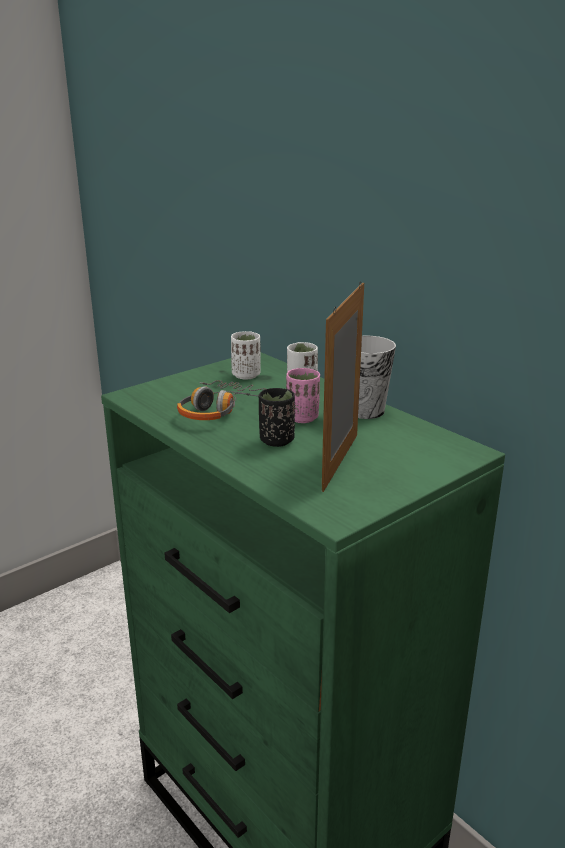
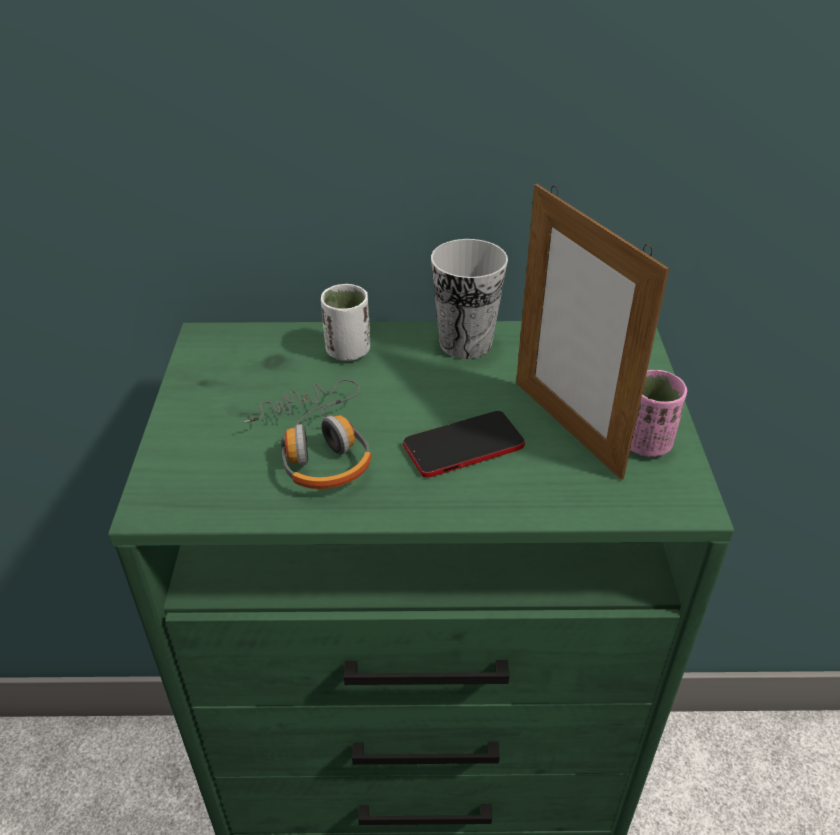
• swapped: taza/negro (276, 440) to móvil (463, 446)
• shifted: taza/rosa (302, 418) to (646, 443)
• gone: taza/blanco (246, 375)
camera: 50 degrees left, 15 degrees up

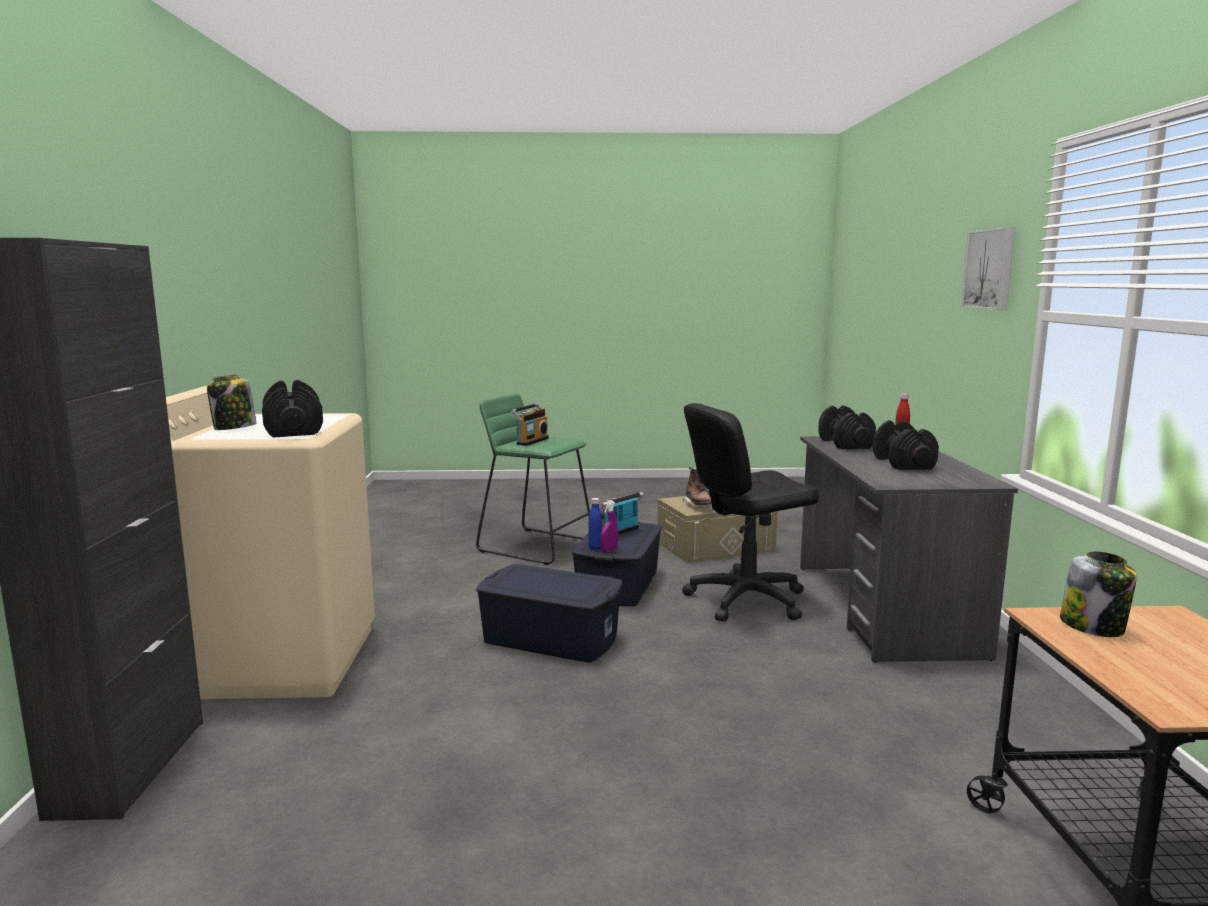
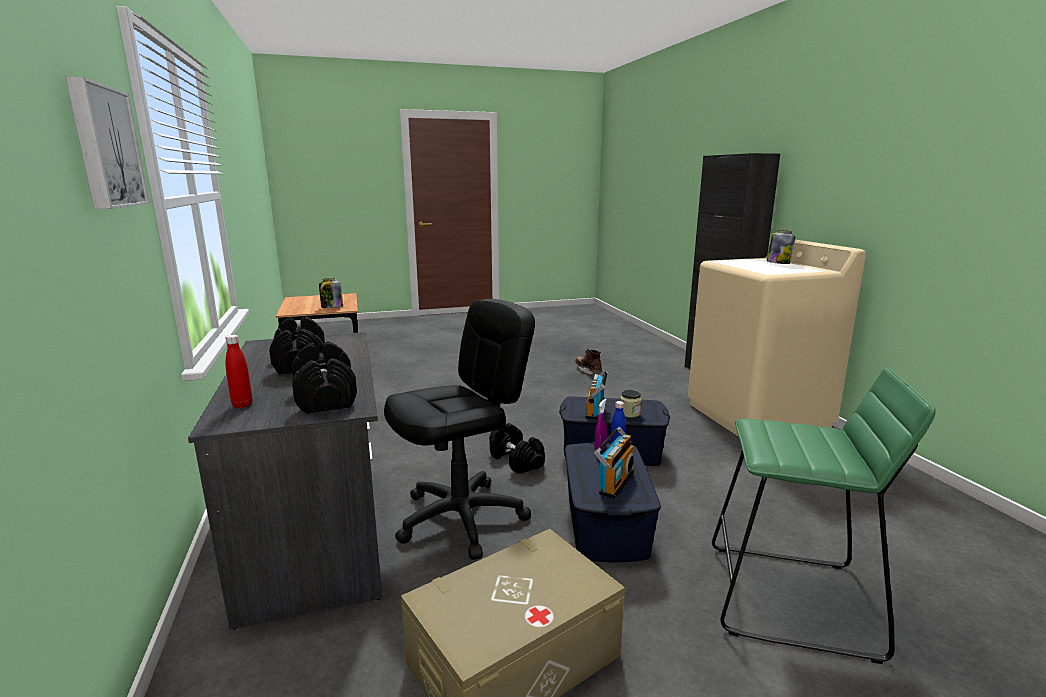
• shifted: mancuerna/negro (294, 430) to (515, 461)
• shifted: bota/marrón (699, 506) to (588, 370)
• shifted: radio (531, 441) to (596, 411)
• new: tarro (630, 413)
camera: 165 degrees right, 5 degrees up

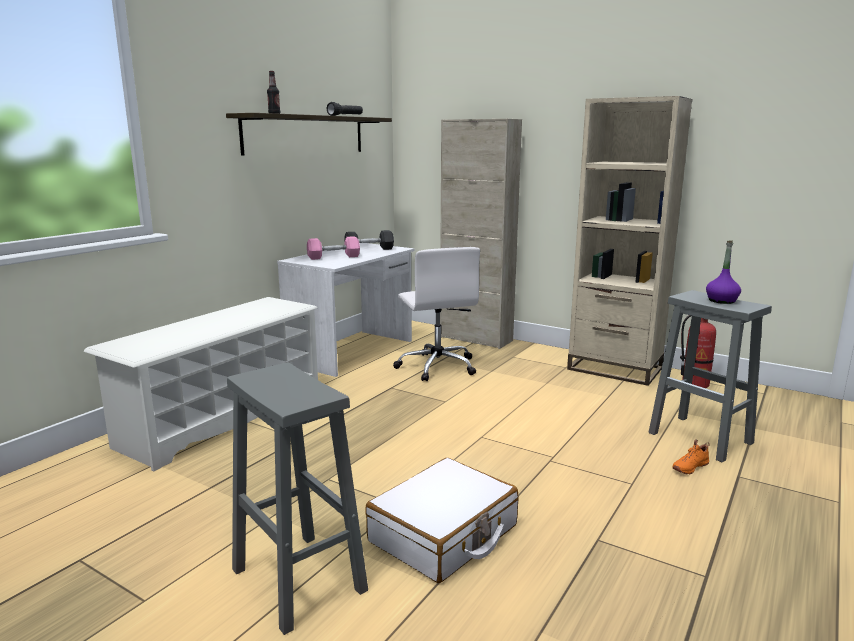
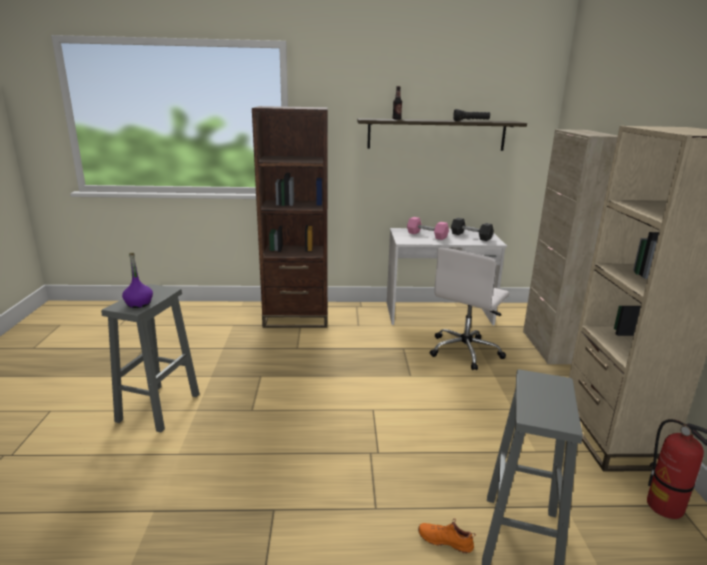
• shifted: botella/morado (721, 301) to (139, 304)
• swapped: zapatero/blanco (223, 417) to estantería/marrón (296, 318)
• gone: maleta/blanco (444, 534)
camera: 55 degrees right, 5 degrees up

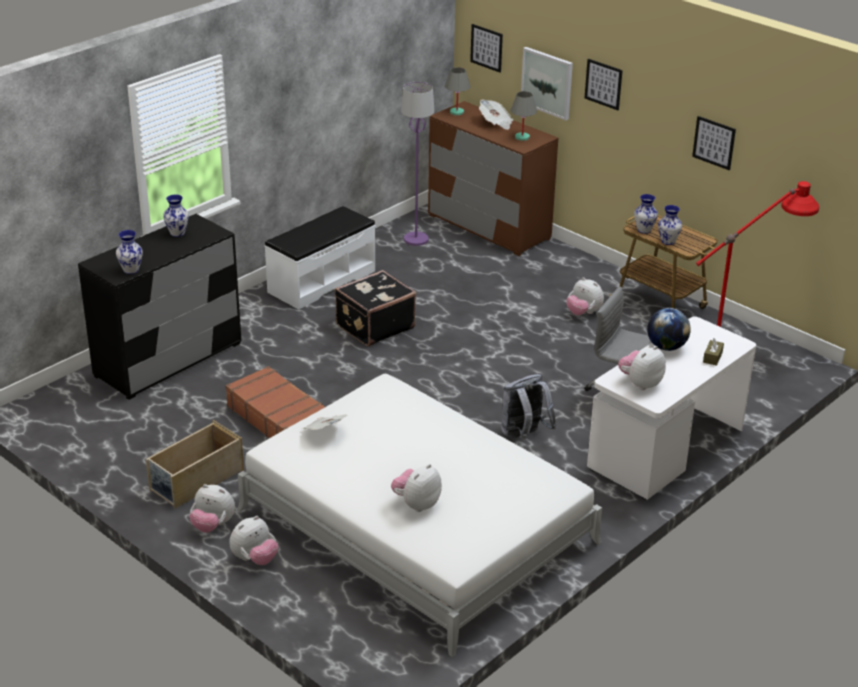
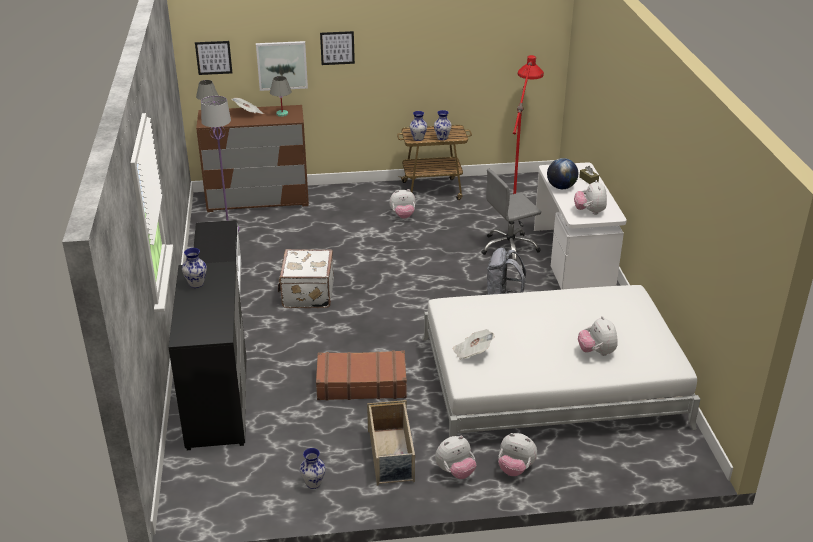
• repainted: maleta/negro (374, 326) to maleta/blanco (307, 294)
• shifted: florero (130, 270) to (313, 483)
• rotated: peluche (254, 559) = (515, 469) 120 degrees clockwise
• gone: cuadro (714, 142)
camera: 50 degrees left, 0 degrees up

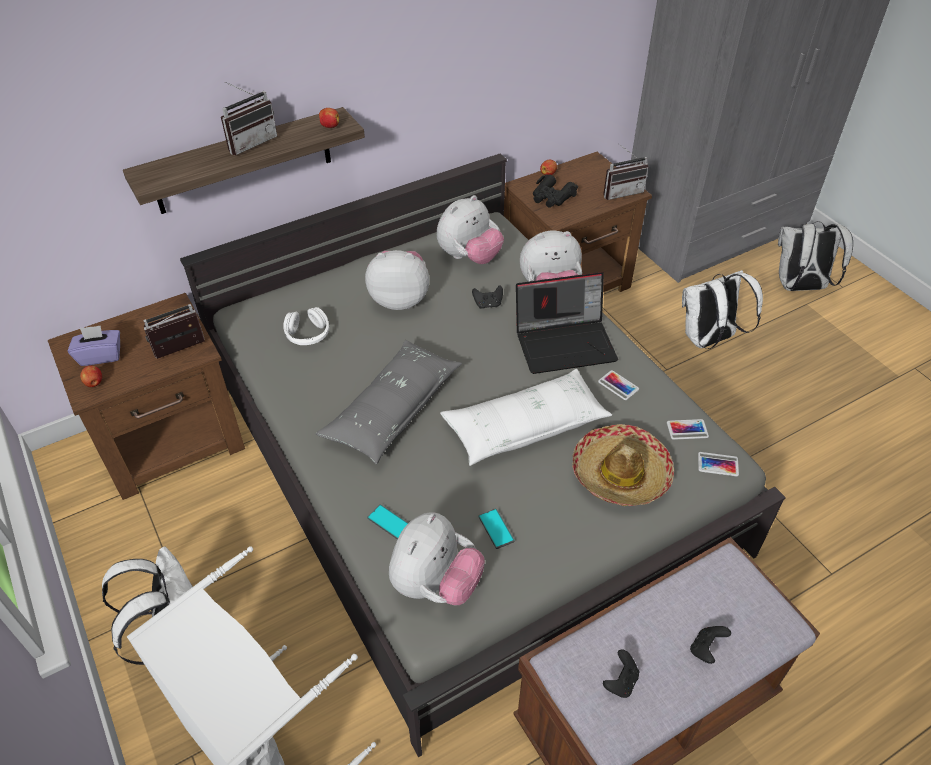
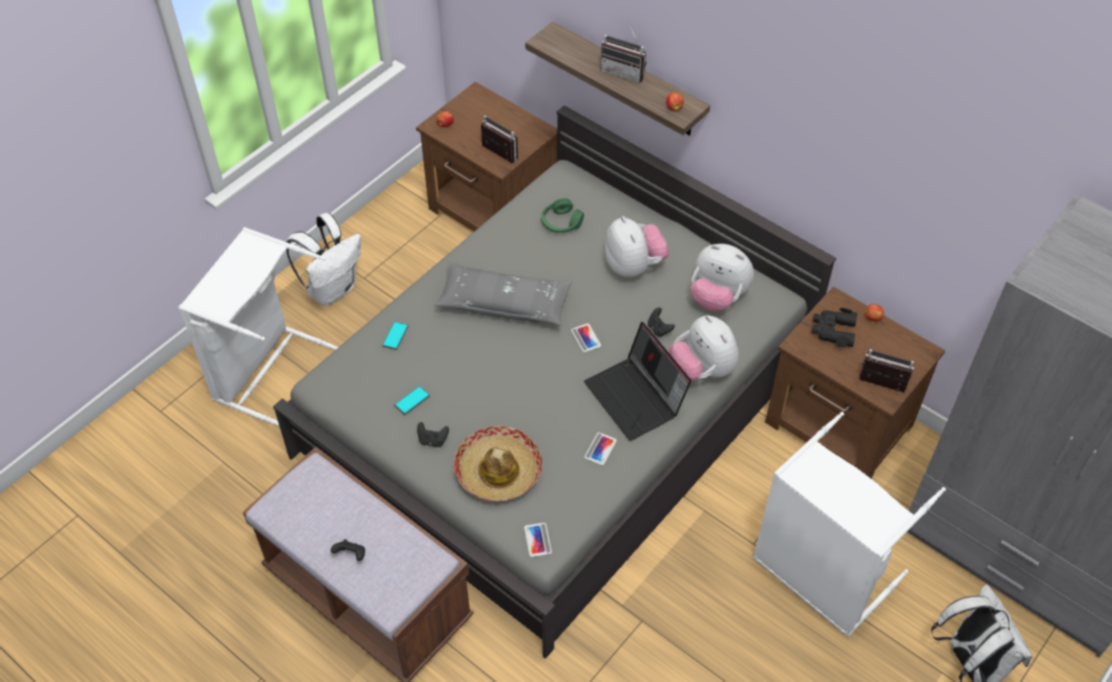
• shifted: mando de consola/negro (620, 682) to (433, 440)
• repainted: auriculares/blanco (308, 334) to auriculares/verde (561, 223)
• shifted: móvil (687, 429) to (586, 338)
• swapped: mochila/blanco (708, 340) to cesto de la ropa/blanco (819, 576)
• rotated: radio (621, 191) = (880, 387) 150 degrees clockwise
• gone: caja de pañuelos/morado (101, 355)
• gone: peluche (435, 584)
• gone: cojín/blanco (525, 426)
camera: 70 degrees right, 5 degrees up

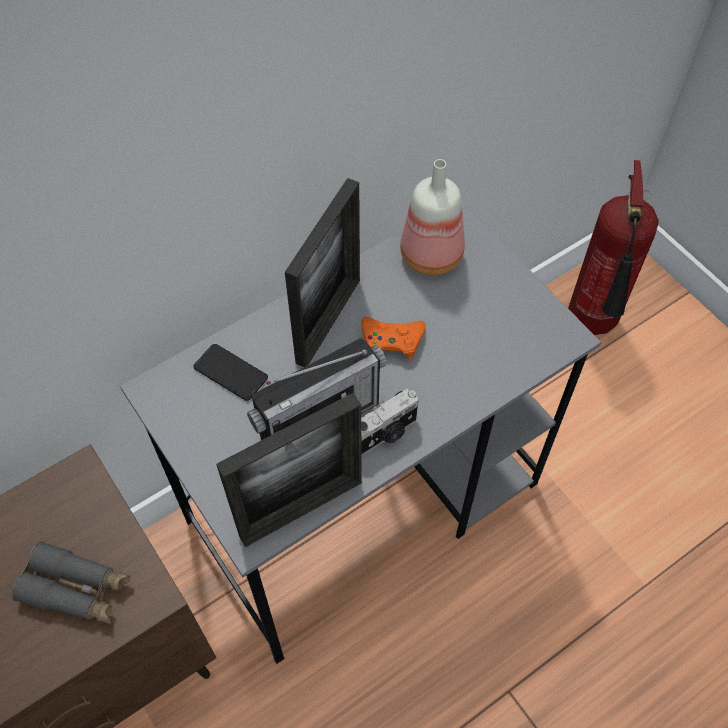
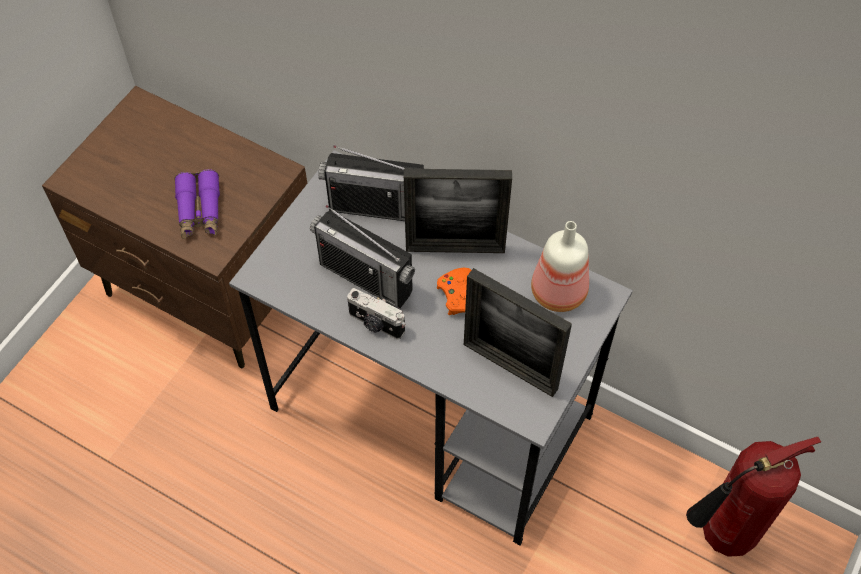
• repainted: prismáticos/gris (76, 589) to prismáticos/morado (199, 211)
• swapped: móvil (230, 373) to radio (377, 208)
• shifted: portarretratos (301, 509) to (510, 366)
camera: 65 degrees right, 0 degrees up

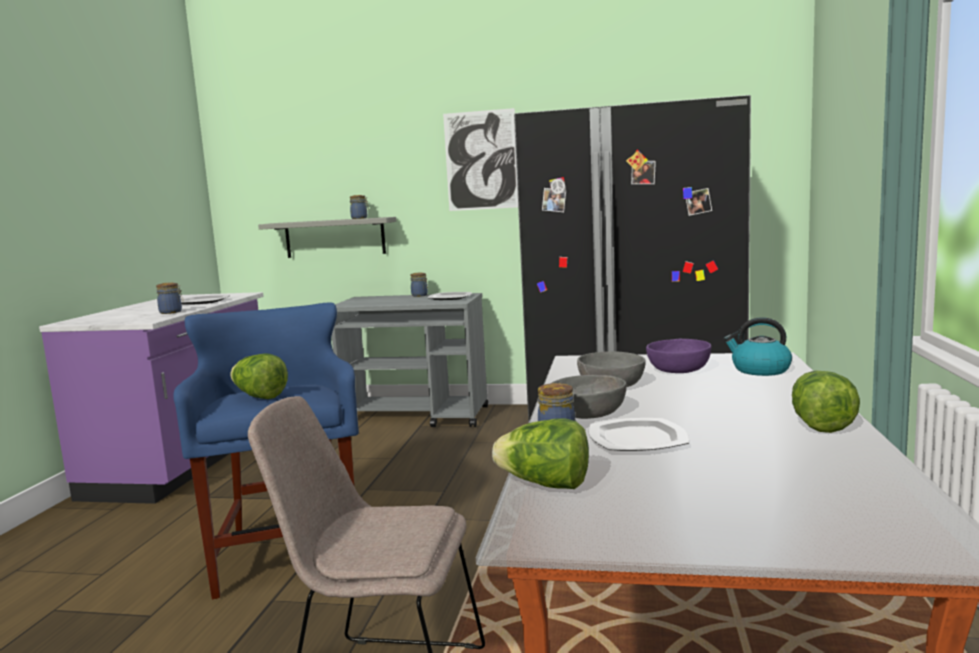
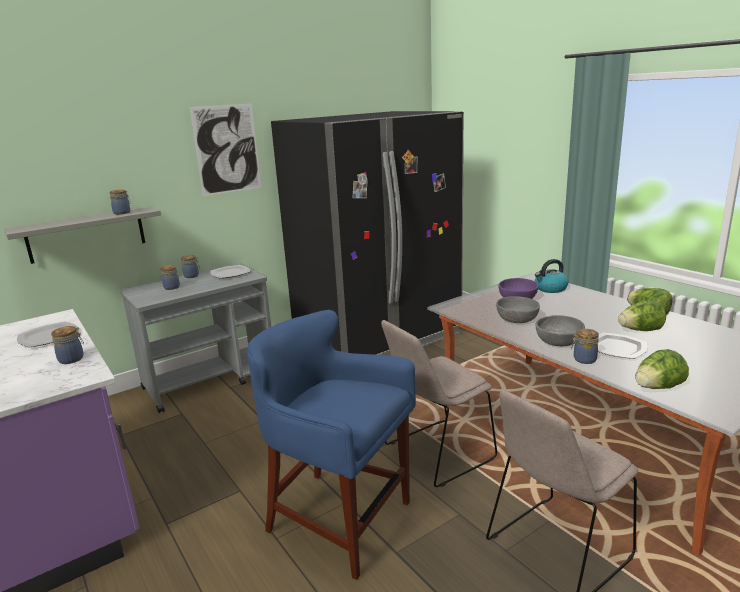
• new: tarro (172, 287)
• new: silla/beis (436, 453)
• shifted: lechuga (259, 396) to (640, 330)
camera: 45 degrees left, 10 degrees up

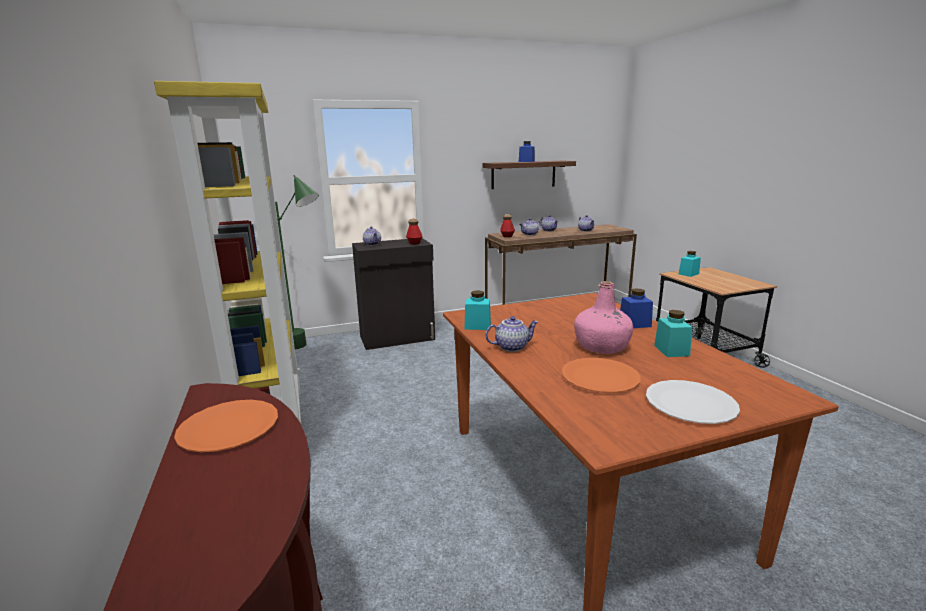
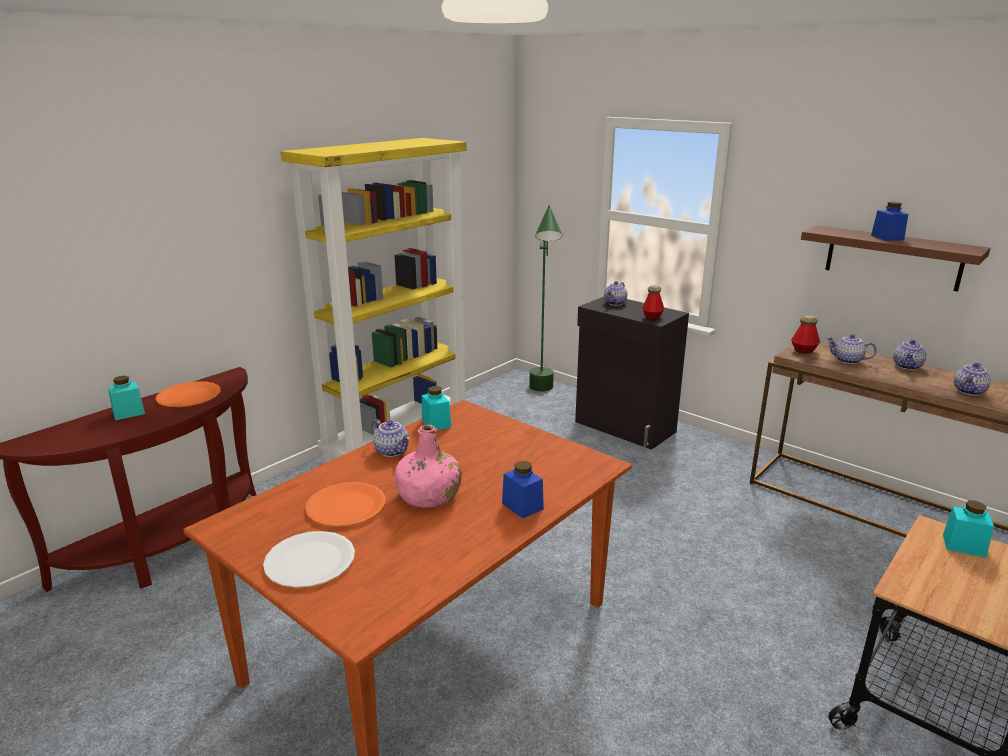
• shifted: tarro/turquesa (671, 350) to (128, 413)
camera: 60 degrees right, 5 degrees up

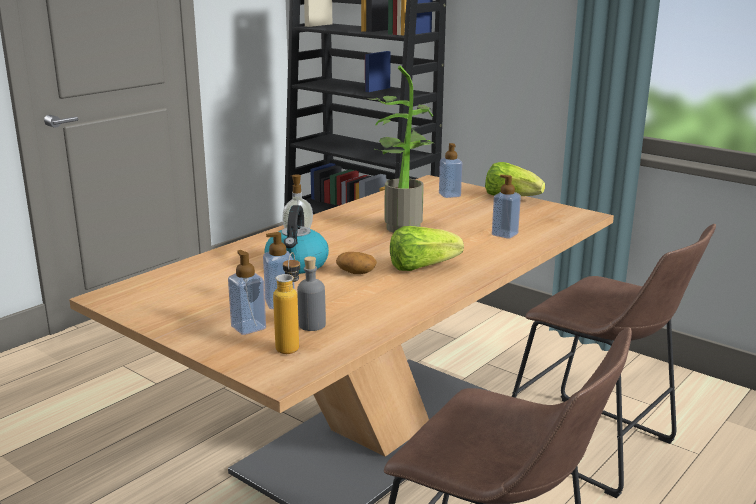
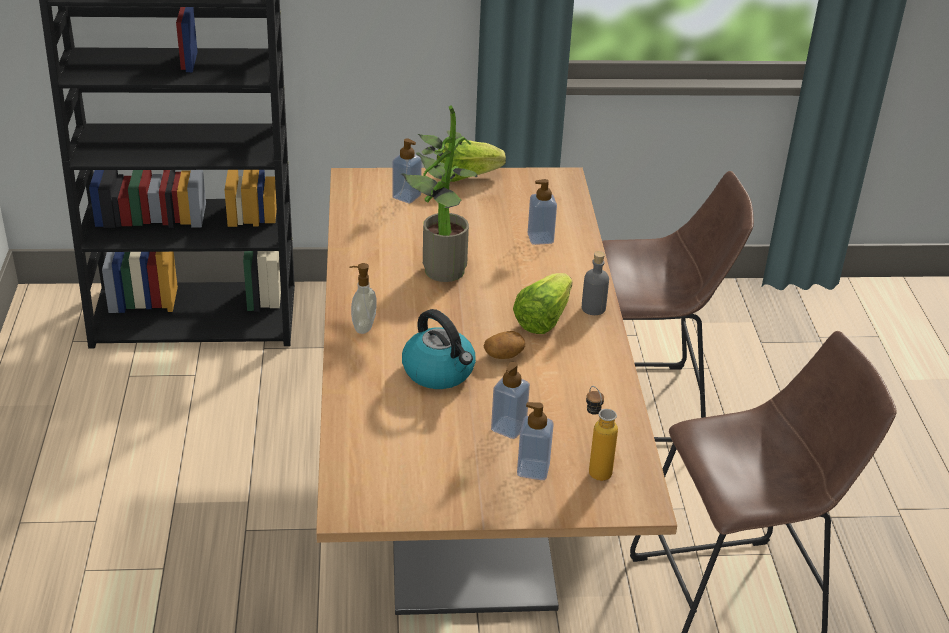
• shifted: botella/gris (312, 325) to (593, 308)
camera: 45 degrees left, 15 degrees up

